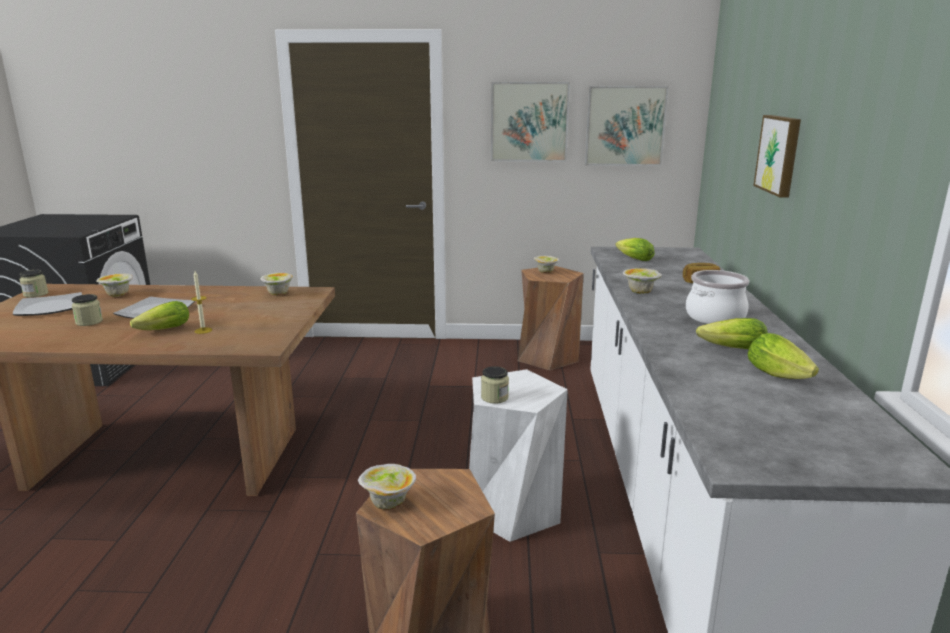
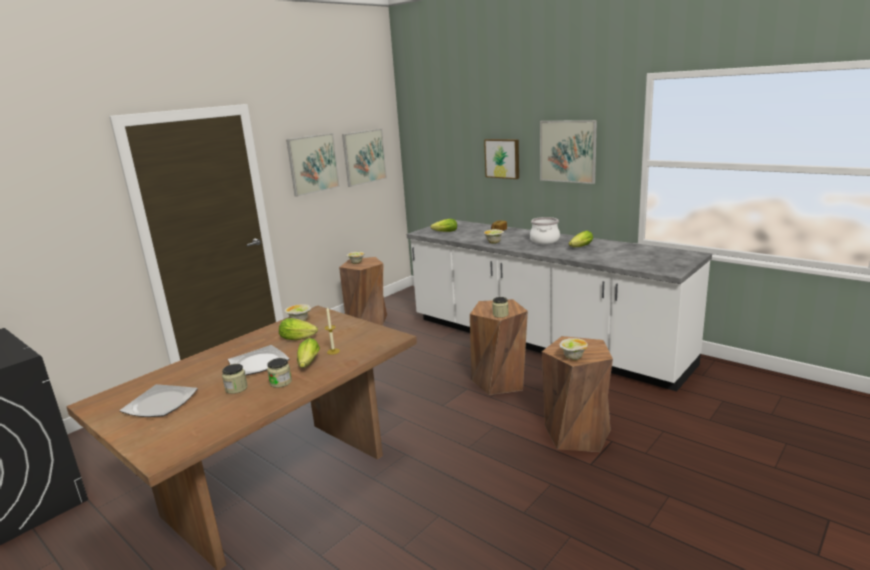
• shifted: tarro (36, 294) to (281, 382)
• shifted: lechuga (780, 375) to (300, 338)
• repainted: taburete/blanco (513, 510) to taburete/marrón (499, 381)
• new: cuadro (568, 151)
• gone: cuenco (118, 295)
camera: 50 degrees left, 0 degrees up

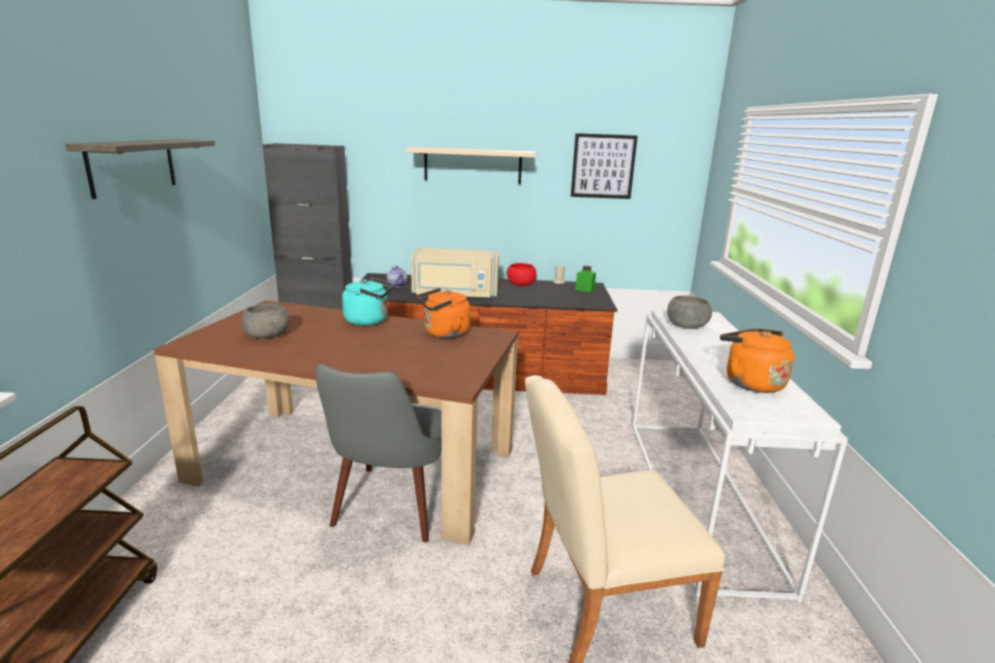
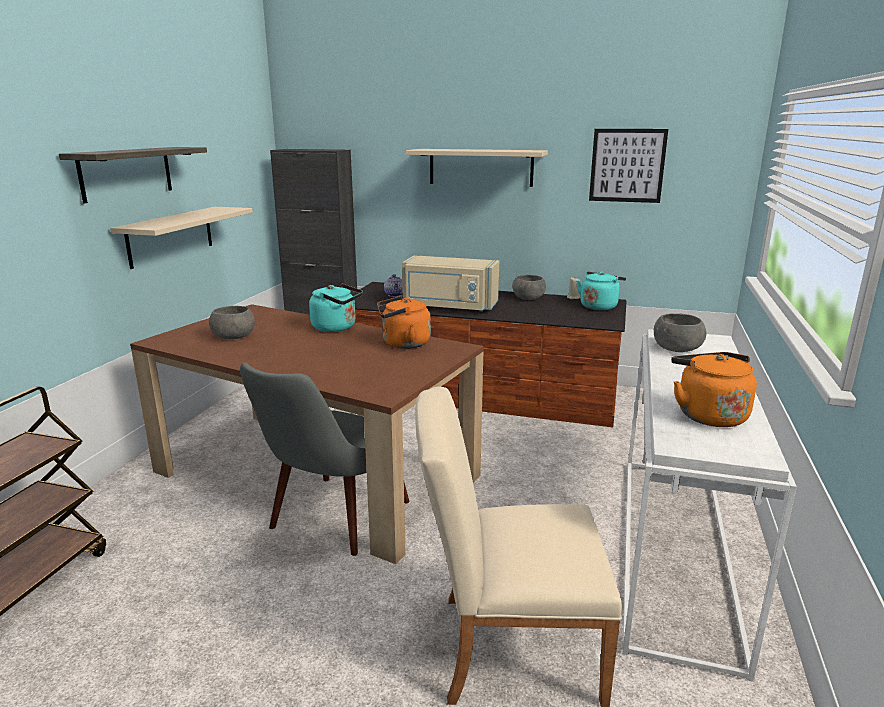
• new: estante/beis (171, 236)
• repainted: cuenco/rojo (521, 284) to cuenco/gris (528, 298)
• swapped: tarro/verde (585, 289) to hervidor/turquesa (599, 306)
camera: 15 degrees right, 0 degrees up

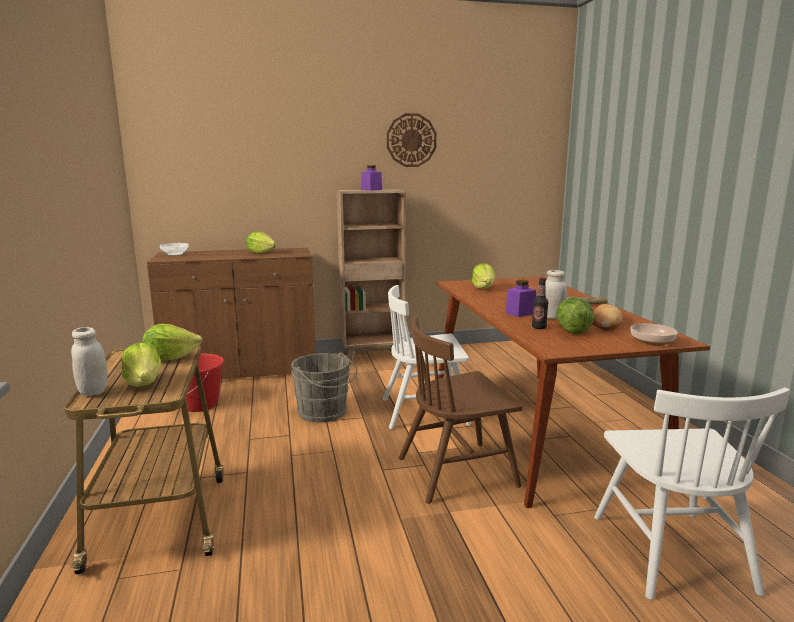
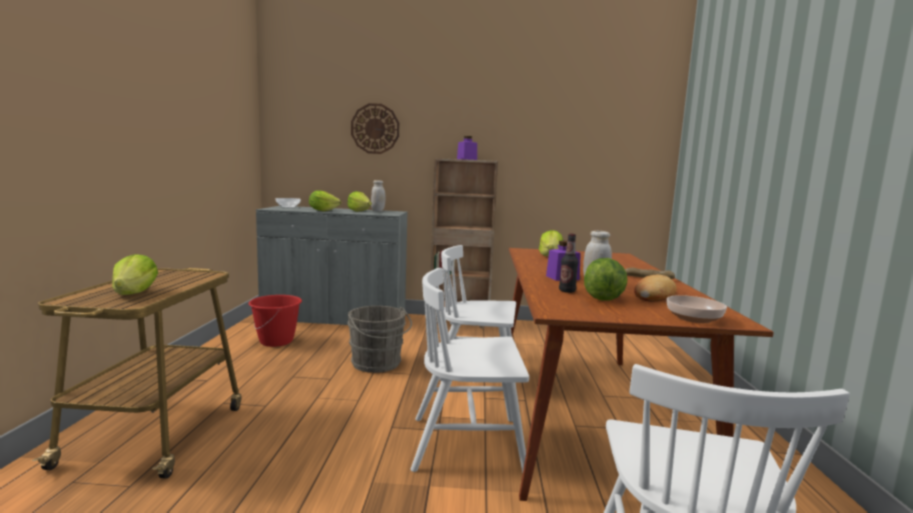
• repainted: armario/marrón (242, 370) to armario/gris (335, 318)
• shifted: lechuga (170, 357) to (323, 211)
• shifted: reloj de pared (411, 140) to (375, 129)
• shifted: tarro/blanco (93, 391) to (378, 211)
• repainted: silla/marrón (457, 471) to silla/blanco (468, 443)
camera: 15 degrees right, 5 degrees down

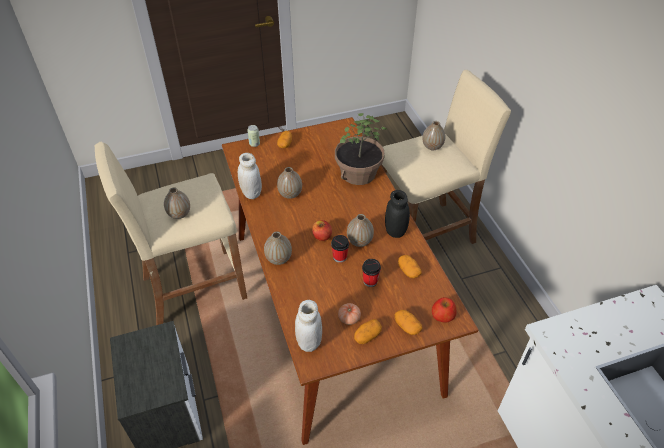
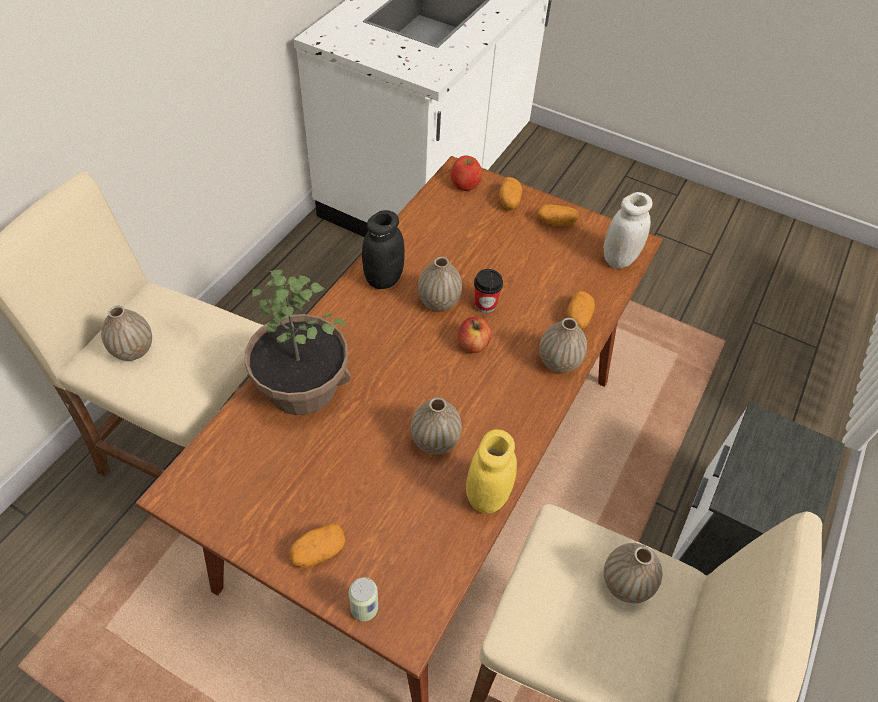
• repainted: tarro/blanco (251, 193) to tarro/amarillo (487, 496)
• shifted: patata (408, 271) to (578, 317)
• gone: tomate (349, 318)
• gone: taza (370, 281)
camera: 135 degrees left, 5 degrees up

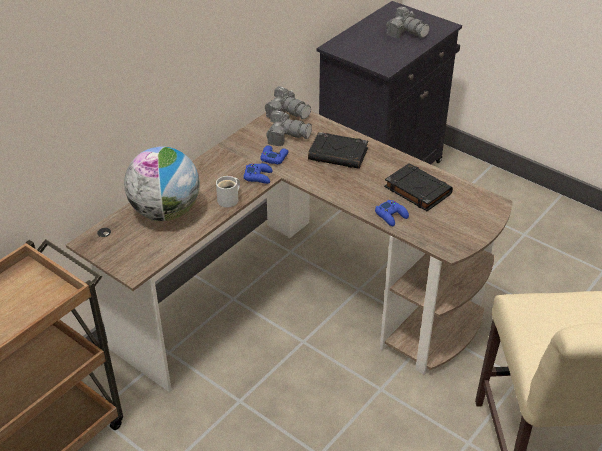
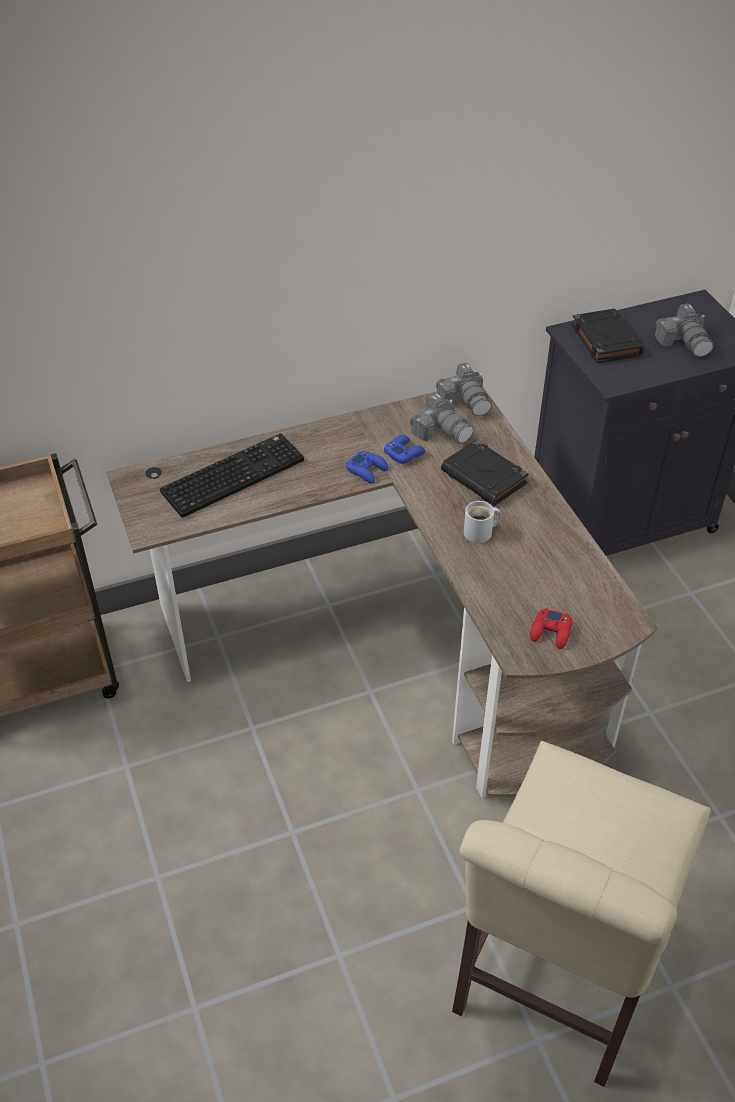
• swapped: globo terráqueo (166, 212) to teclado (233, 474)
• shifted: taza grande/blanco (230, 200) to (480, 533)
• new: mando de consola/rojo (551, 632)
• shifted: libro/negro (417, 190) to (605, 340)
• gone: mando de consola/azul (391, 216)
camera: 30 degrees right, 5 degrees up

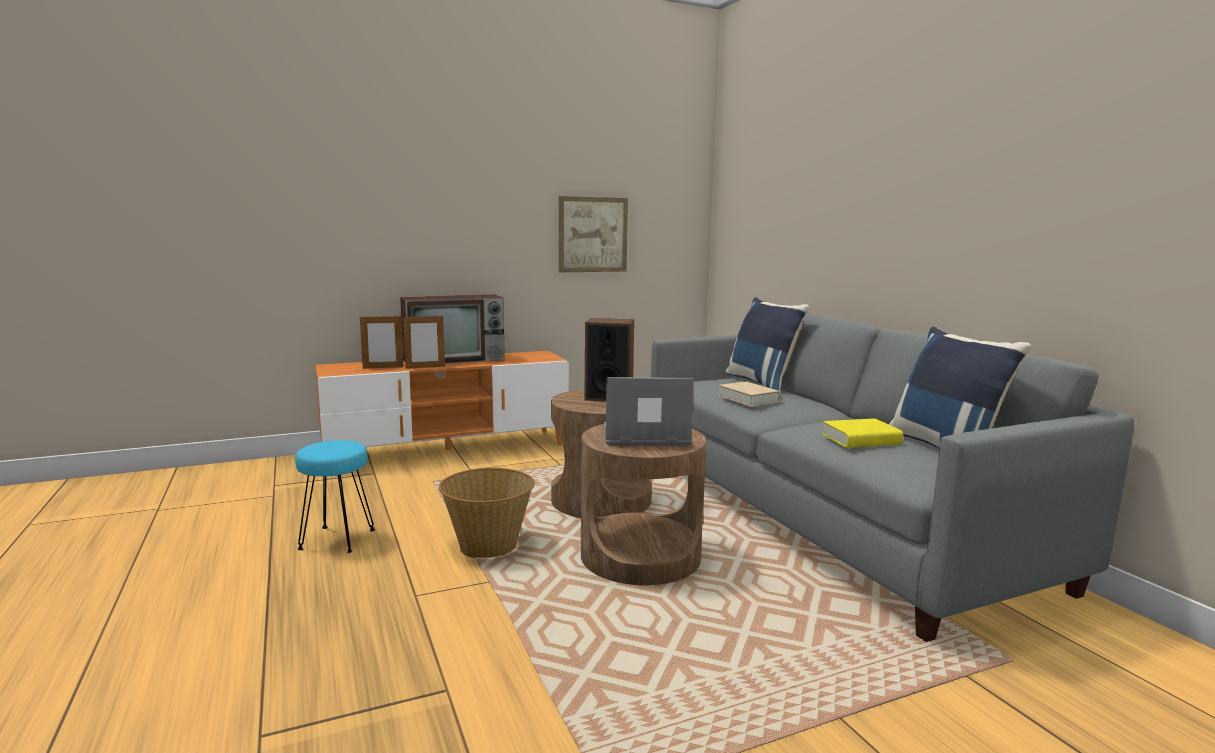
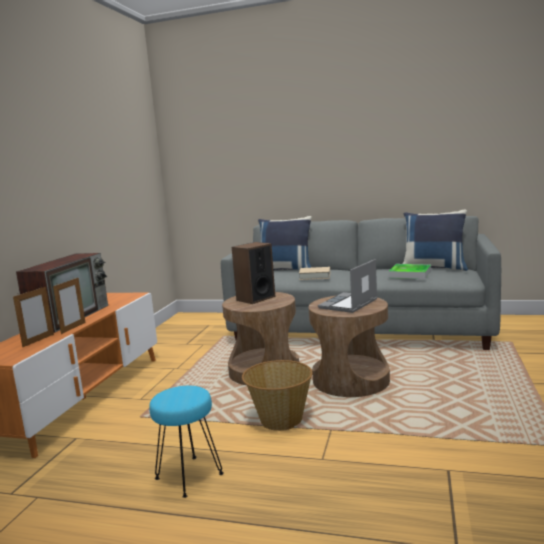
• swapped: libro/amarillo (861, 440) to bandeja (410, 274)
• gone: cuadro (593, 234)
camera: 50 degrees left, 0 degrees up

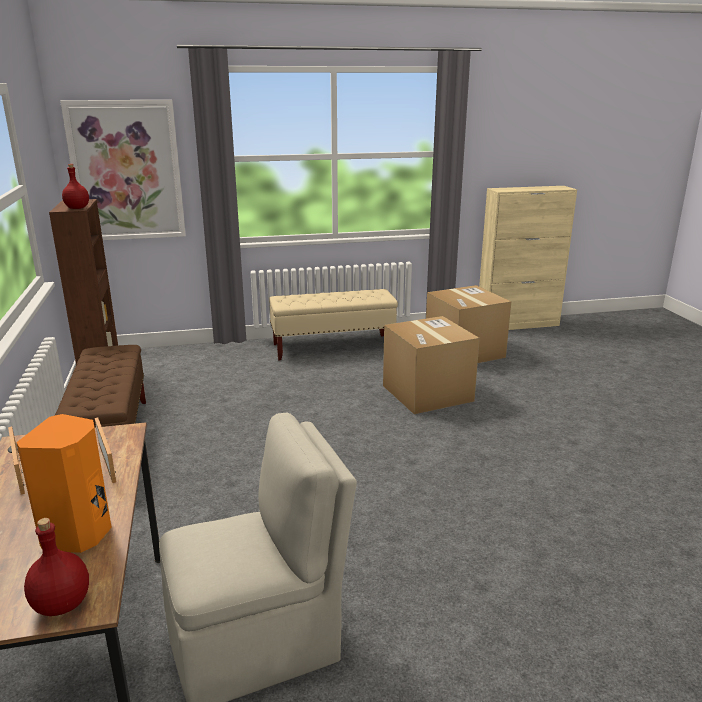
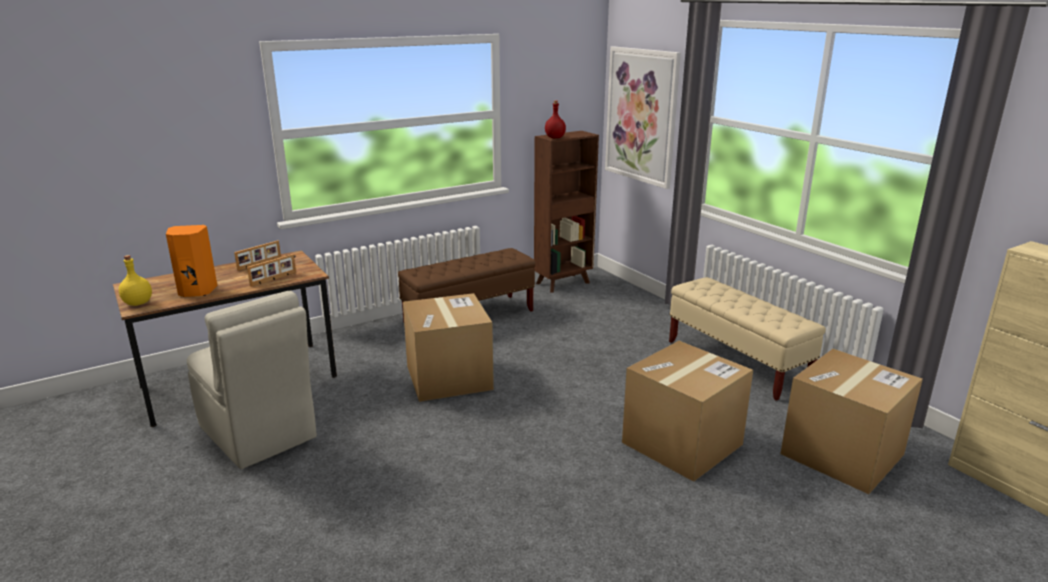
• repainted: botella/rojo (61, 605) to botella/amarillo (137, 303)
• new: caja de cartón (449, 377)
camera: 70 degrees right, 0 degrees up

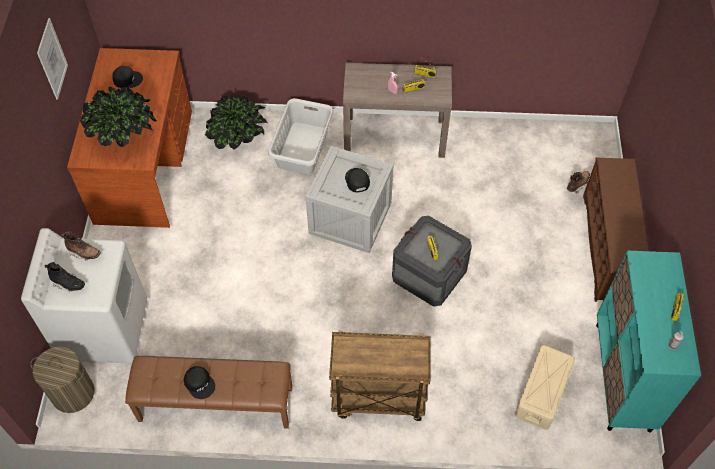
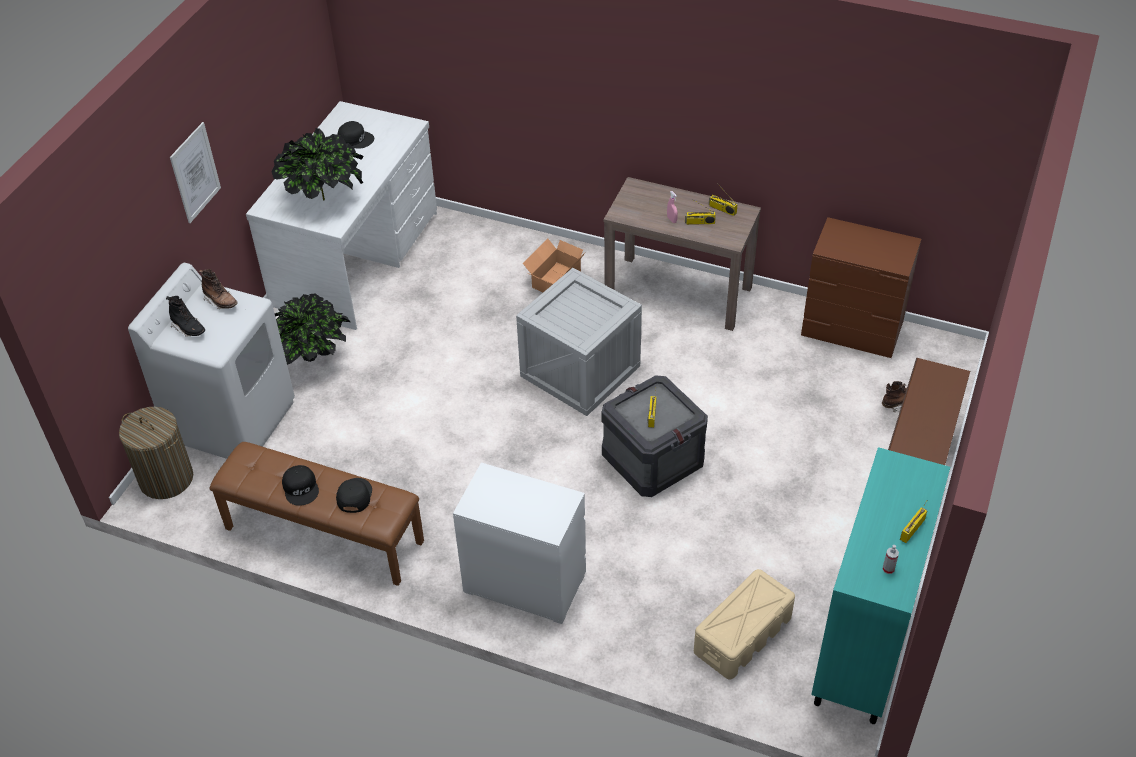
• shifted: cuadro (52, 59) to (195, 172)
• repainted: escritorio/marrón (145, 166) to escritorio/blanco (357, 258)
• shifted: planta en maceta (239, 141) to (311, 360)
• shifted: gorra/negro (356, 180) to (353, 496)
• swapped: carrito/marrón (377, 398) to cómoda/blanco (524, 582)
• swapped: cesto de la ropa/gris (301, 148) to caja de cartón (554, 280)
• new: cómoda/marrón (852, 330)
camera: 20 degrees right, 10 degrees down

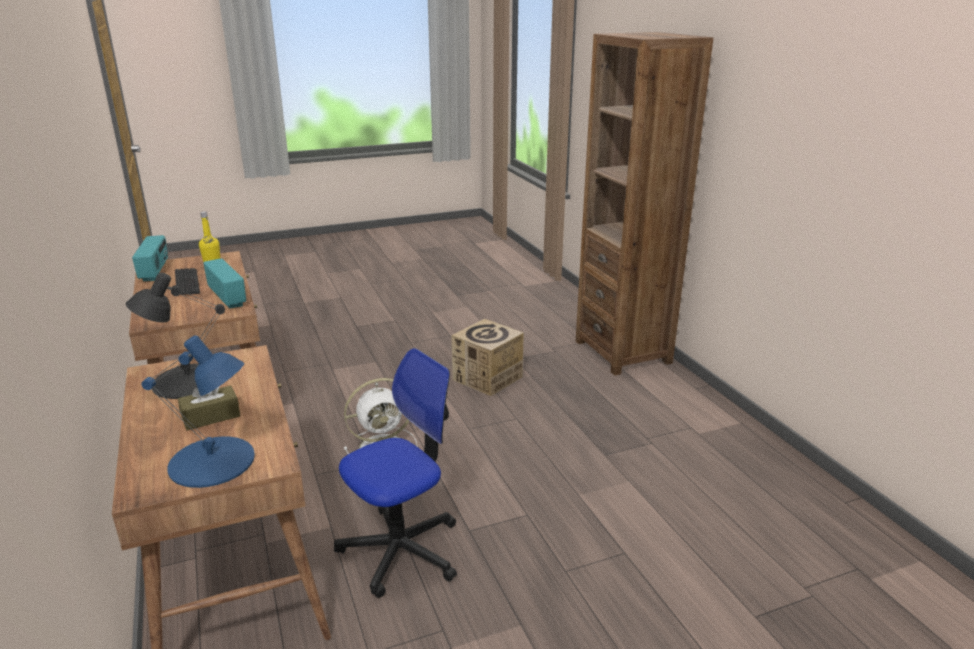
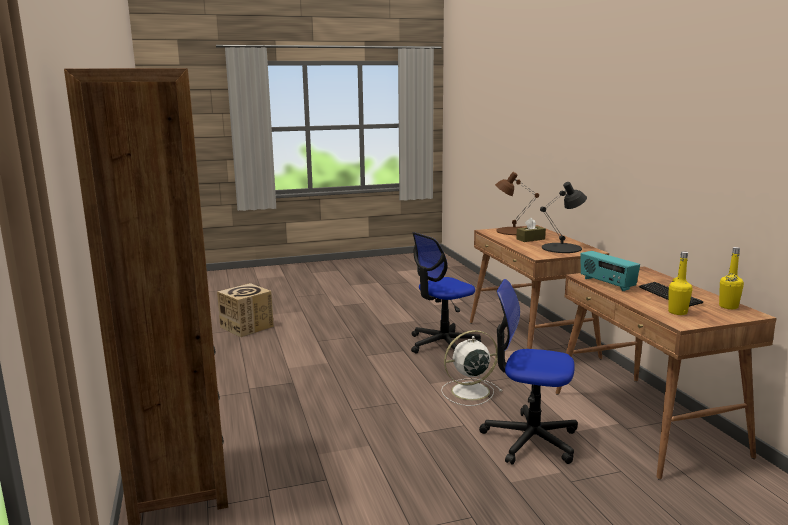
• shifted: caja de cartón (487, 378) to (247, 327)
• new: silla de oficina (530, 439)
• repainted: lámpara de mesa/azul (213, 462) to lámpara de mesa/marrón (513, 231)
• swapped: radio (155, 272) to botella/amarillo (728, 306)
camera: 175 degrees left, 10 degrees down

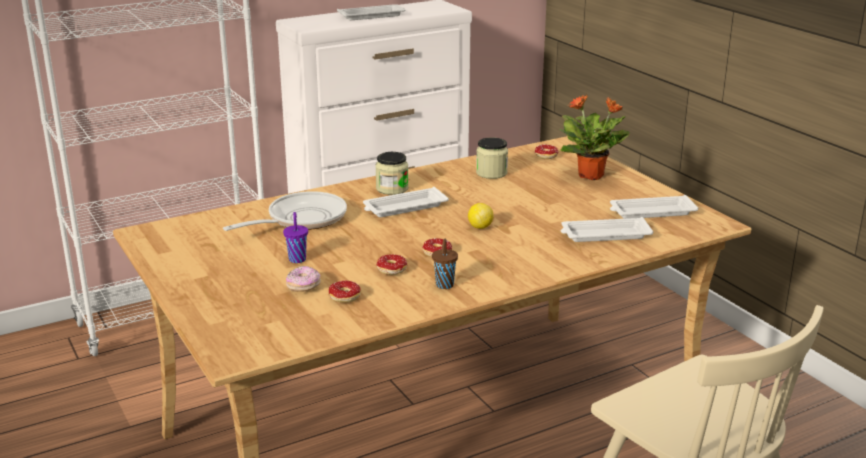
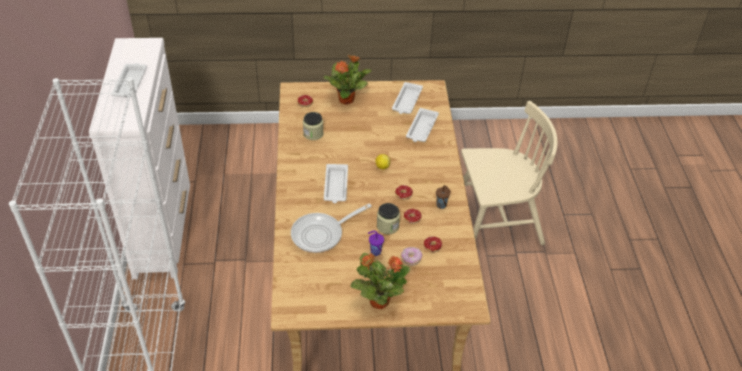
• rotated: sartén (301, 219) = (321, 234) 105 degrees counterclockwise
• new: planta en maceta (378, 301)
• shifted: tarro (392, 189) to (387, 226)
camera: 65 degrees left, 20 degrees up

